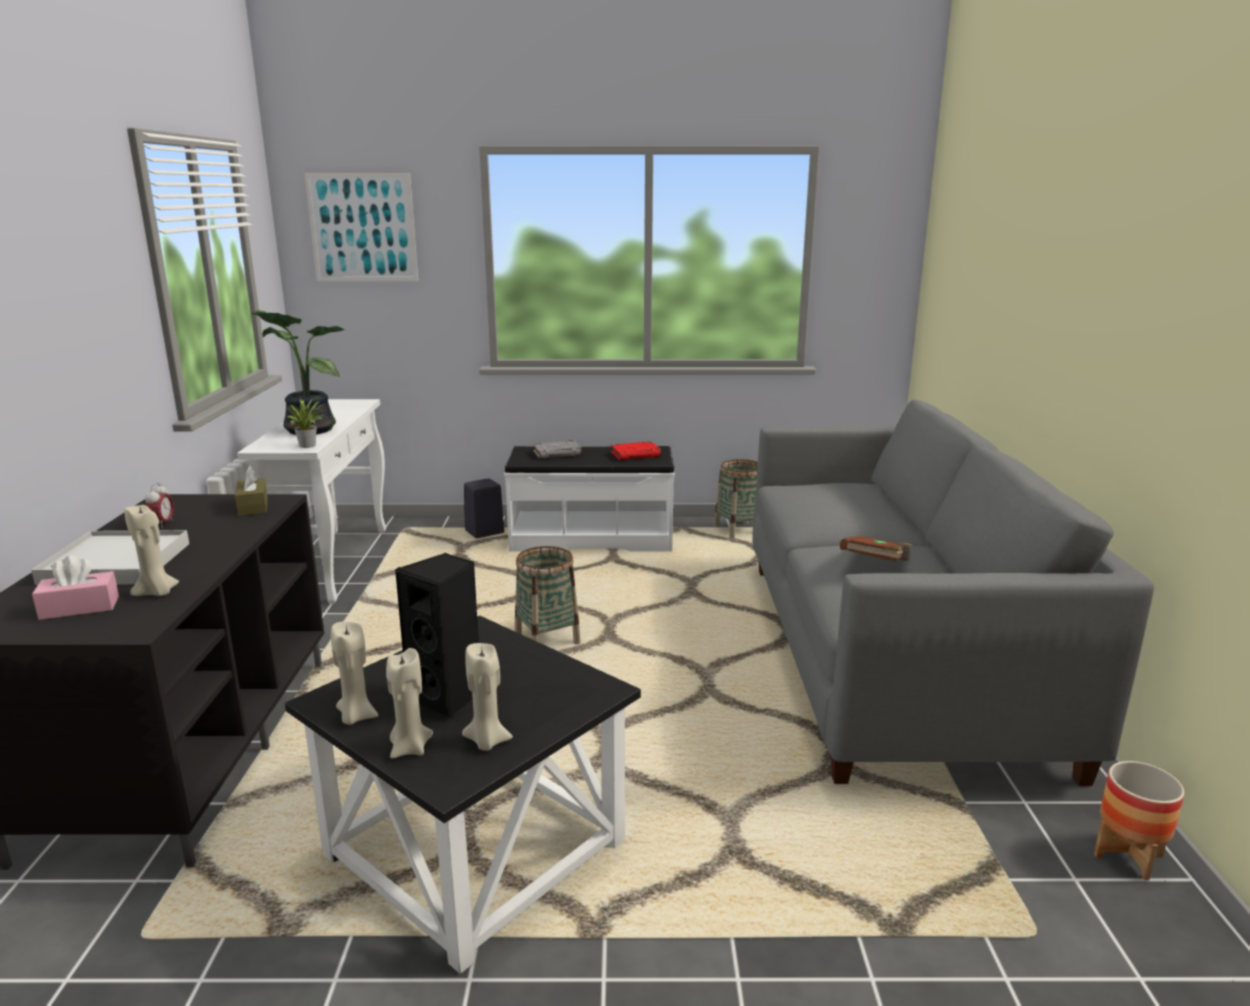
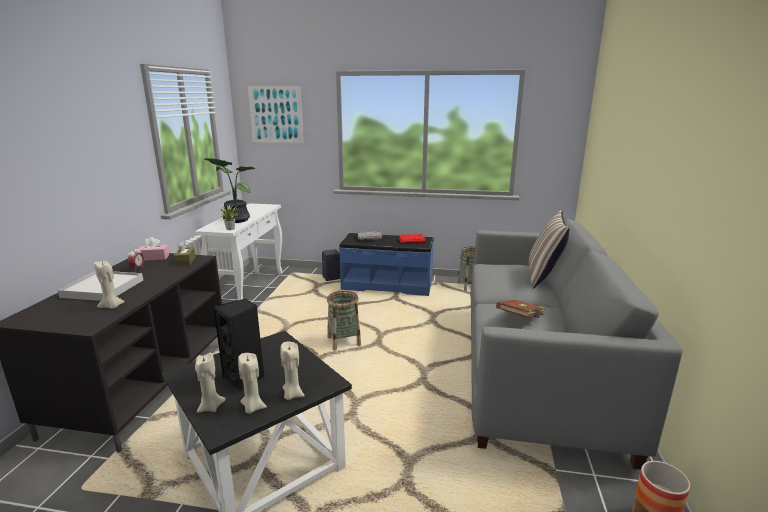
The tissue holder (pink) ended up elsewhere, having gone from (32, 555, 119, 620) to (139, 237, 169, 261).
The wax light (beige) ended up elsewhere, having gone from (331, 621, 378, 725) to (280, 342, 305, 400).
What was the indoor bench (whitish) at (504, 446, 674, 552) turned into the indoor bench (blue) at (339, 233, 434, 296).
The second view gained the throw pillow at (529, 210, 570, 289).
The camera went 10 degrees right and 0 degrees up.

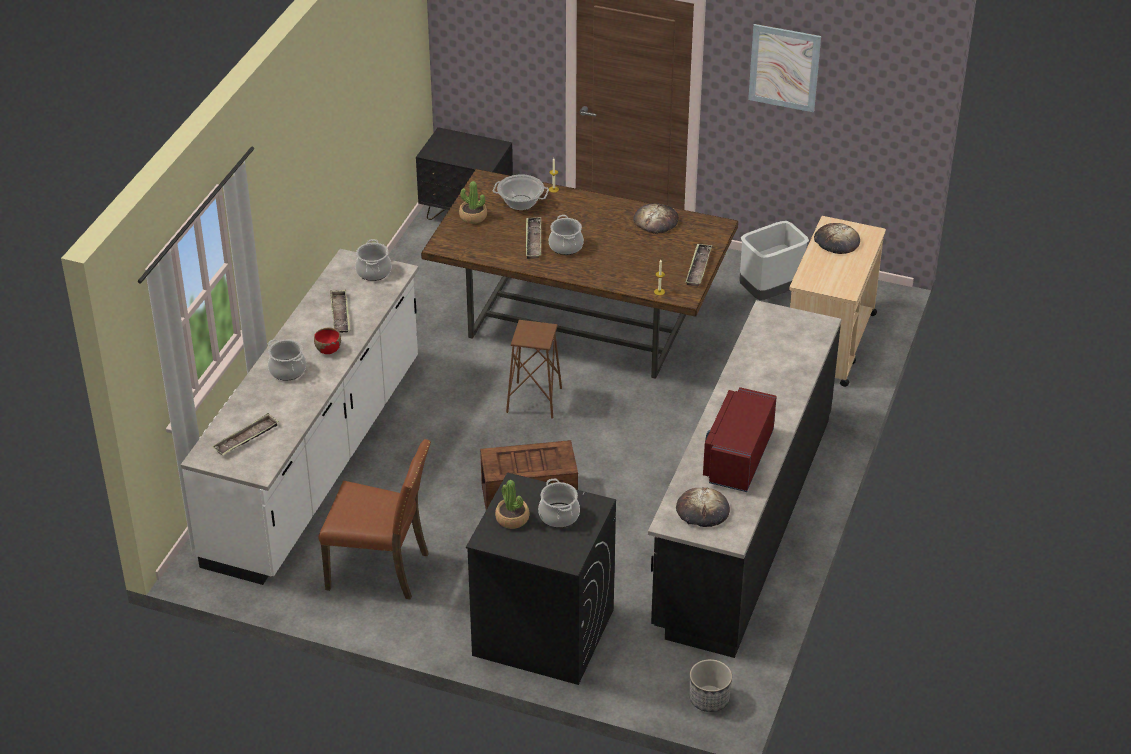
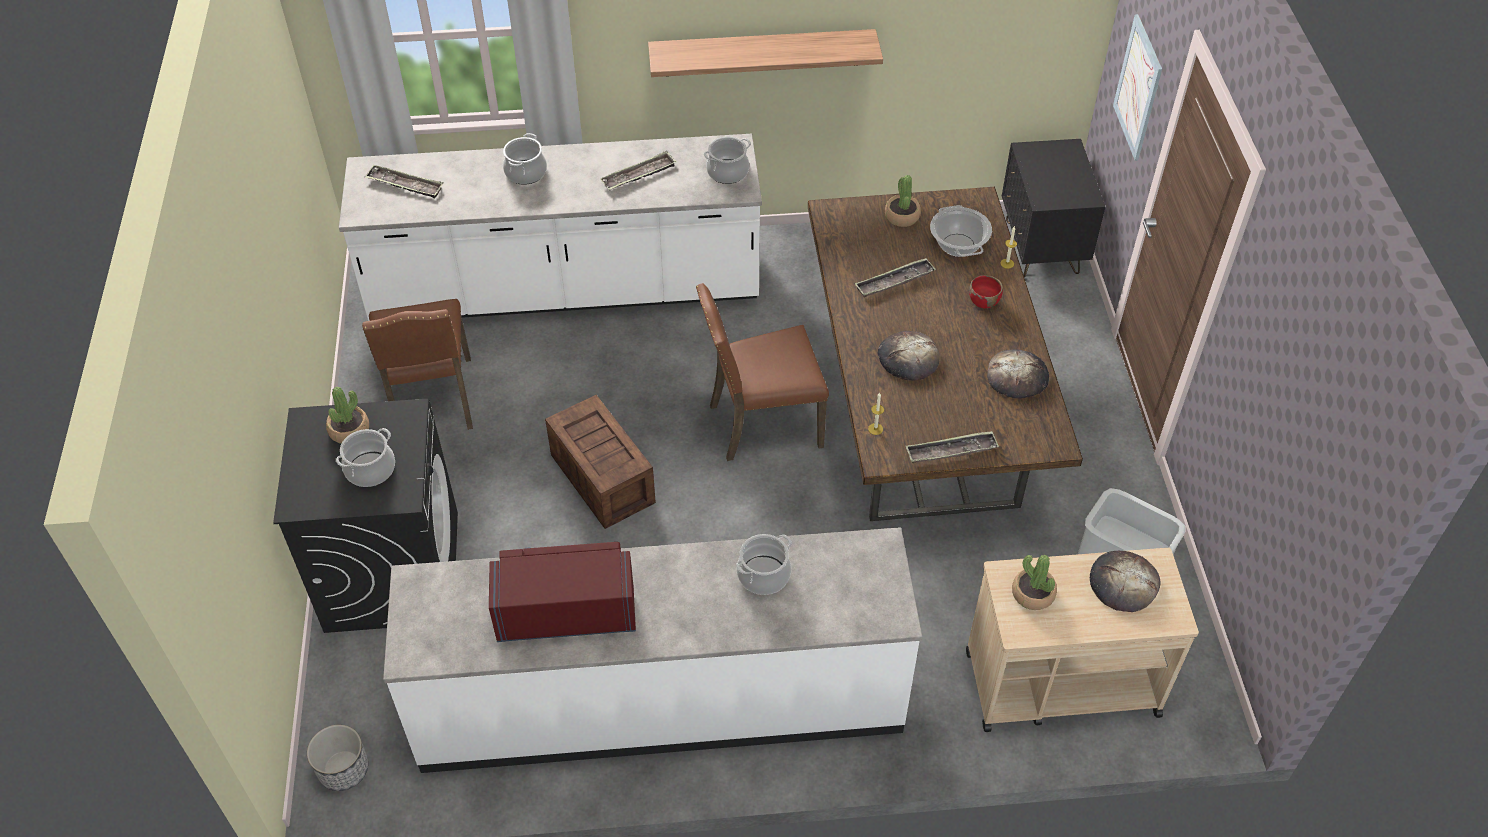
What was the kitchen counter (black) at (648, 300, 841, 658) turned into the kitchen counter (whitish) at (383, 527, 922, 773).
The second view gained the wall shelf at (648, 29, 883, 77).
Where the sitting stool (brownish) stood at (506, 320, 562, 419), the upright chair (brownish) came to stand at (696, 283, 829, 461).
The cooking pot ended up elsewhere, having gone from (549, 215, 584, 255) to (736, 534, 792, 595).
The bakery bread ended up elsewhere, having gone from (676, 487, 730, 527) to (878, 331, 940, 381).
The deep dish (red) ended up elsewhere, having gone from (314, 327, 341, 354) to (969, 275, 1003, 308).
The second view gained the potted plant at (1012, 555, 1057, 610).
The wall art ended up elsewhere, having gone from (748, 24, 821, 112) to (1113, 14, 1162, 161).
The camera went 65 degrees right and 10 degrees up.

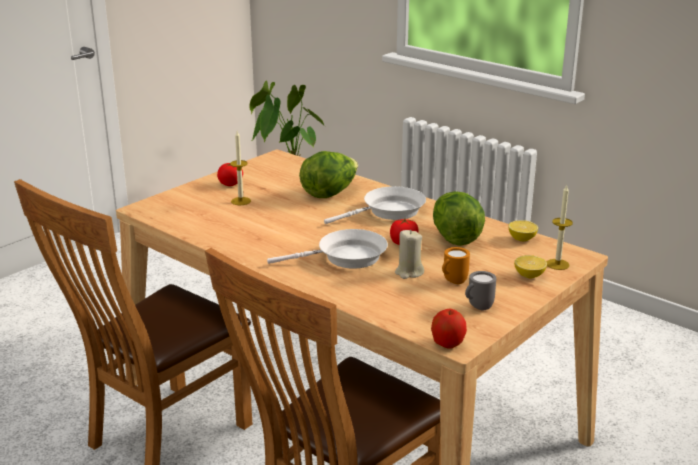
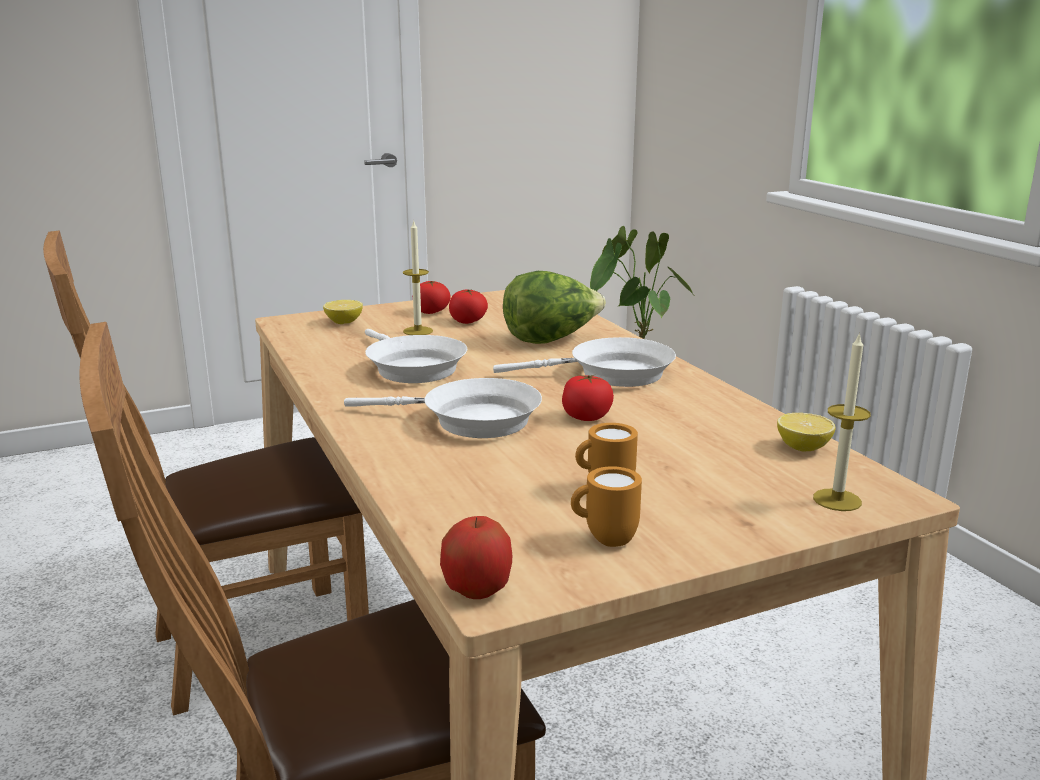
The lemon ended up elsewhere, having gone from (514, 255, 547, 279) to (323, 300, 363, 324).
The second view gained the pan (whitish) at (365, 329, 467, 383).
The second view gained the fresh tomato at (449, 289, 488, 324).
What was the coffee mug (grey) at (465, 271, 496, 311) turned into the coffee mug (orangey) at (571, 466, 642, 547).
The second view lost the wax light (beige) at (395, 230, 424, 279).
The second view lost the head of lettuce at (433, 191, 485, 246).
The camera went 25 degrees right and 5 degrees down.

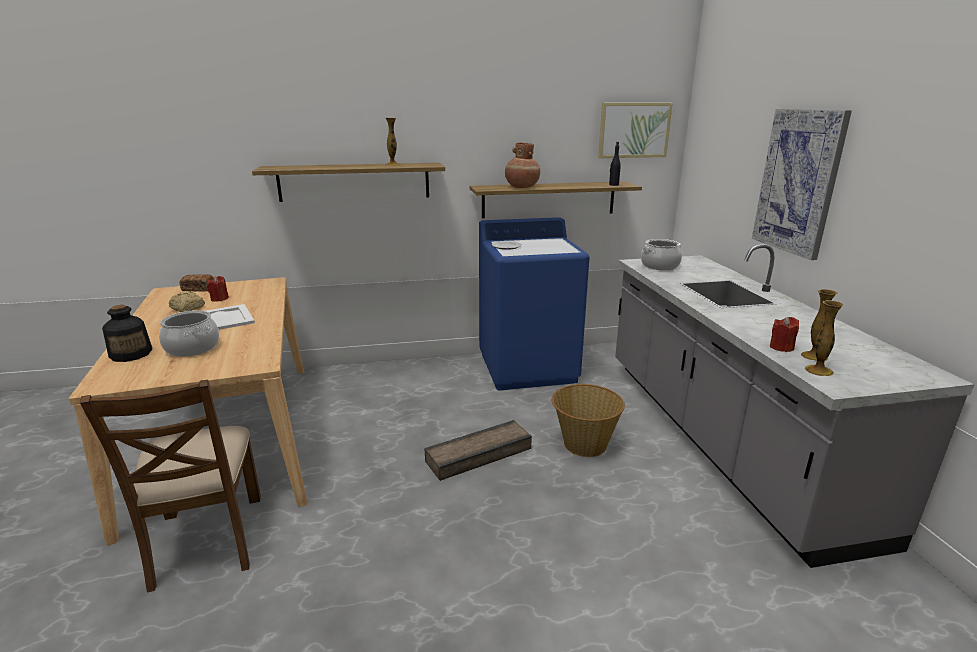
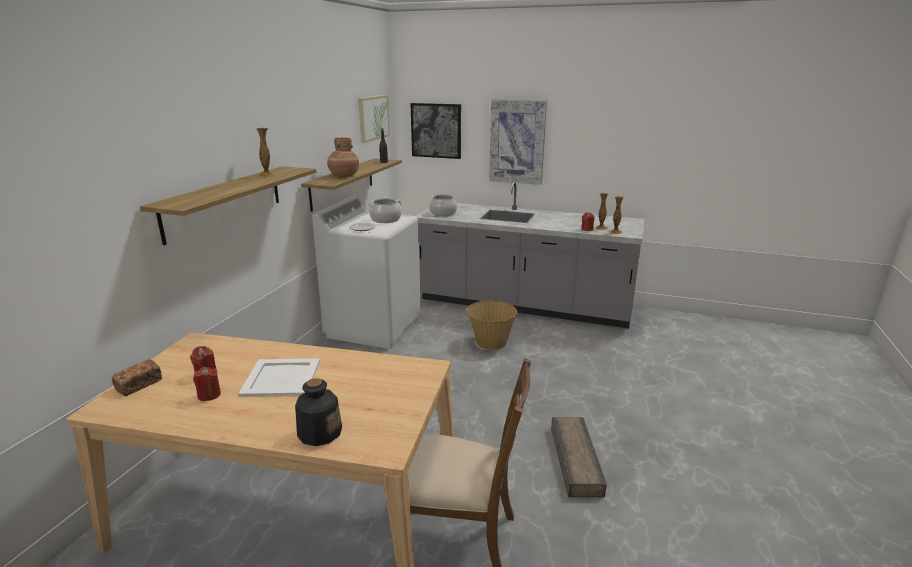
Where the bakery bread stood at (169, 292, 205, 312), the wax light (red) came to stand at (193, 367, 221, 401).
What was the laundry machine (blue) at (479, 217, 590, 390) turned into the laundry machine (whitish) at (312, 197, 421, 349).
The cooking pot ended up elsewhere, having gone from (159, 310, 219, 357) to (367, 198, 402, 223).
The second view gained the wall art at (410, 103, 461, 159).
The packing crate ended up elsewhere, having gone from (424, 420, 532, 481) to (551, 417, 607, 497).
The camera went 60 degrees left and 0 degrees up.

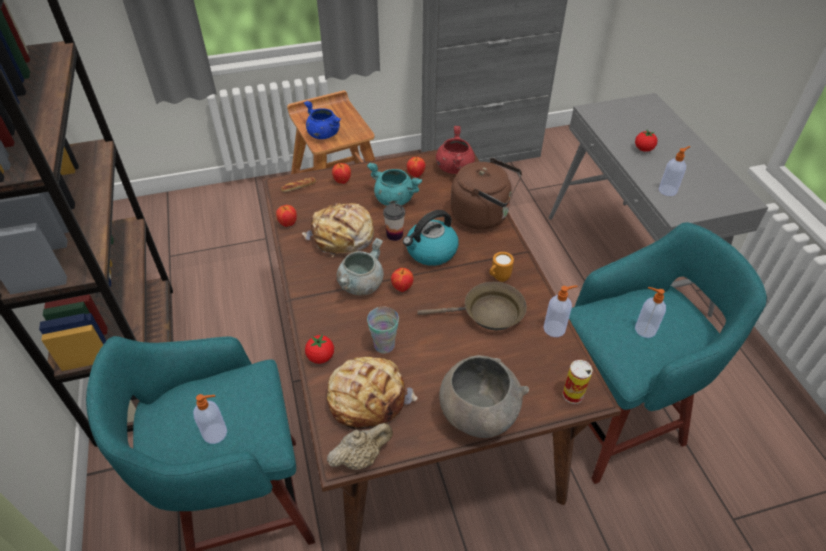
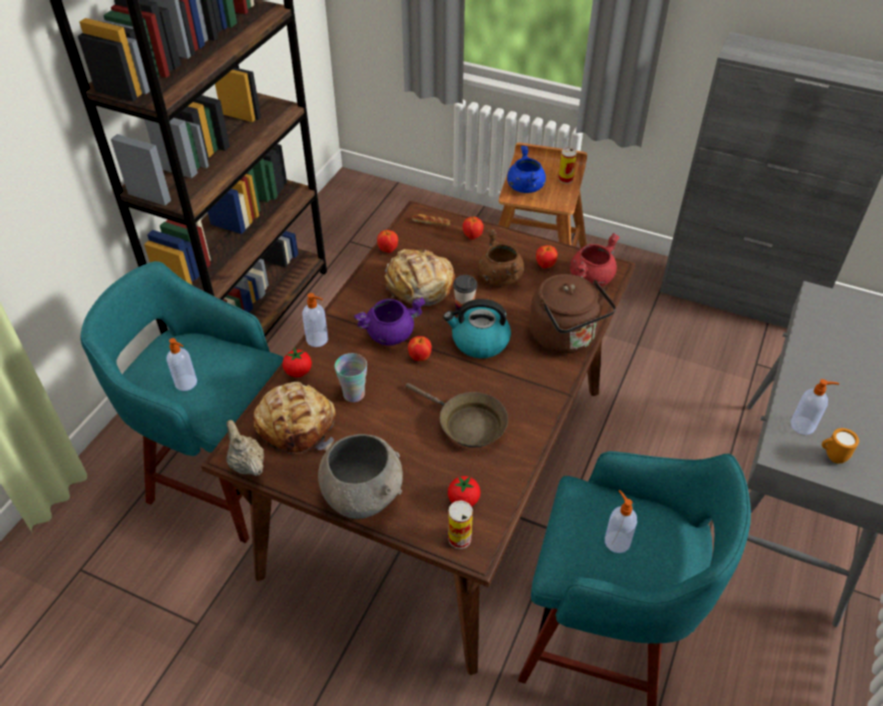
The pot for tea (beige) at (327, 423, 393, 470) ended up facing another way, 135 degrees counterclockwise from before.
The soap dispenser ended up elsewhere, having gone from (543, 285, 578, 337) to (302, 293, 328, 347).
What was the cooking pot (grey) at (337, 238, 384, 295) turned into the cooking pot (purplish) at (354, 297, 425, 346).
The fresh tomato ended up elsewhere, having gone from (635, 130, 657, 152) to (448, 476, 480, 506).
What was the cooking pot (turquoise) at (367, 163, 422, 206) turned into the cooking pot (brownish) at (478, 229, 524, 286).
The second view gained the metal can at (558, 148, 577, 184).
The coffee mug (orangey) ended up elsewhere, having gone from (490, 252, 514, 282) to (822, 428, 859, 463).
The camera went 40 degrees right and 0 degrees up.

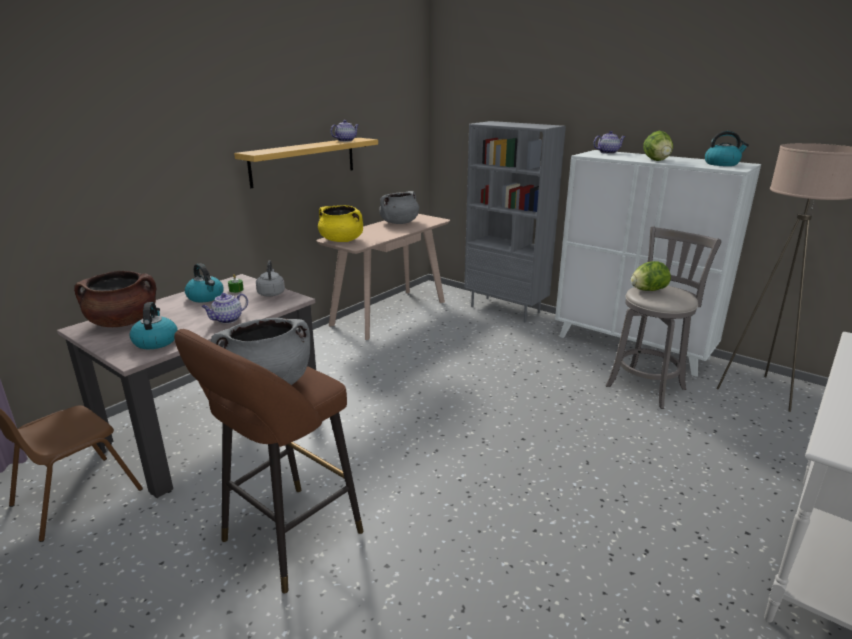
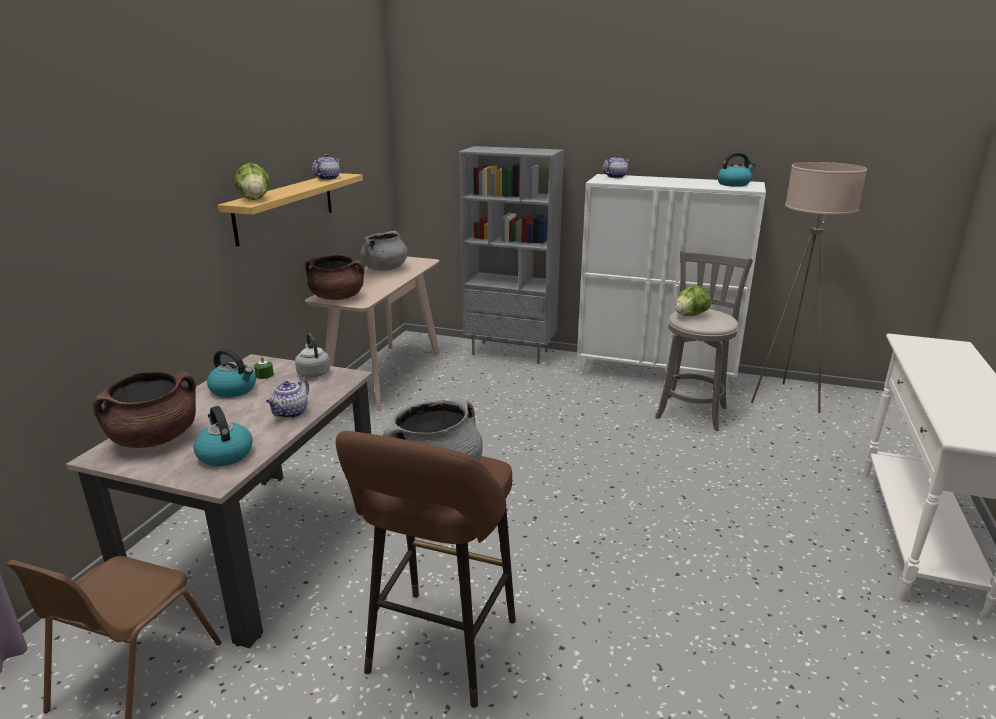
The head of lettuce ended up elsewhere, having gone from (643, 131, 673, 161) to (234, 163, 270, 200).
What was the cooking pot (yellowish) at (318, 205, 363, 242) turned into the cooking pot (brownish) at (305, 255, 364, 300).
The camera went 20 degrees left and 0 degrees up.

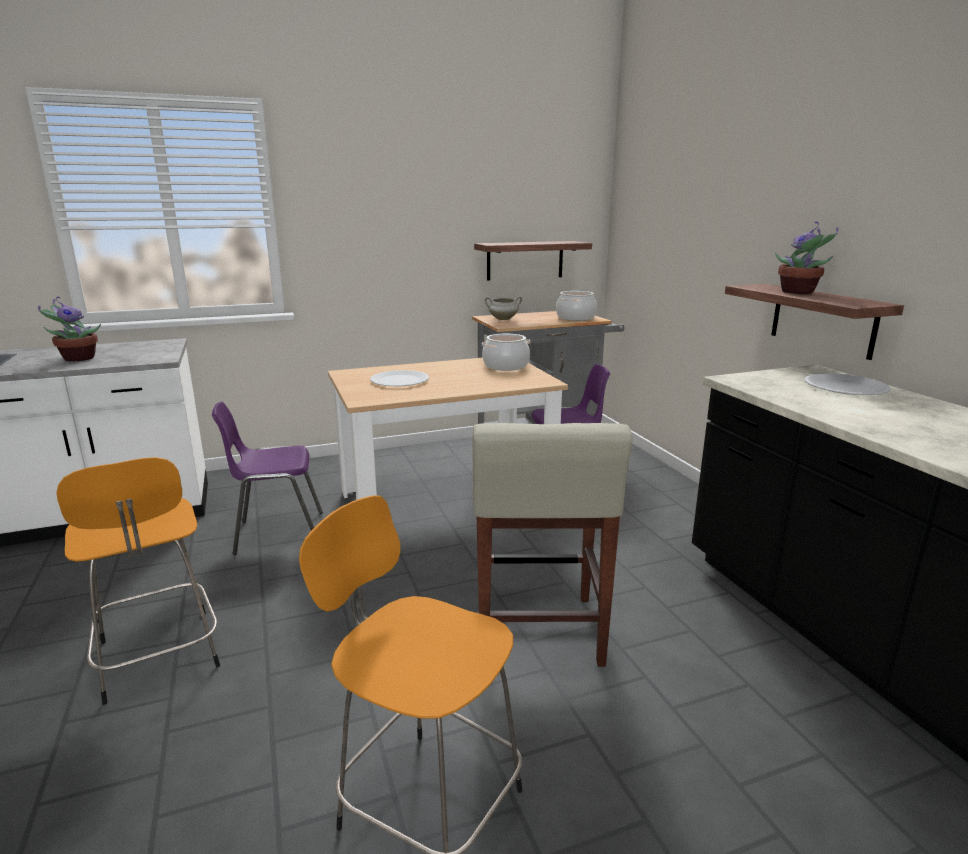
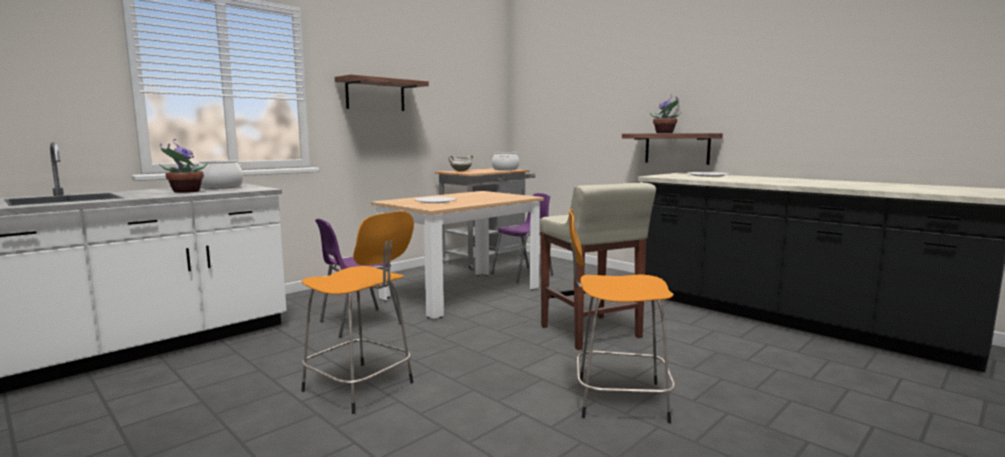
The cooking pot ended up elsewhere, having gone from (482, 334, 530, 371) to (193, 160, 243, 189).
The wall shelf ended up elsewhere, having gone from (474, 241, 592, 281) to (335, 74, 429, 111).
The camera went 25 degrees left and 10 degrees down.

